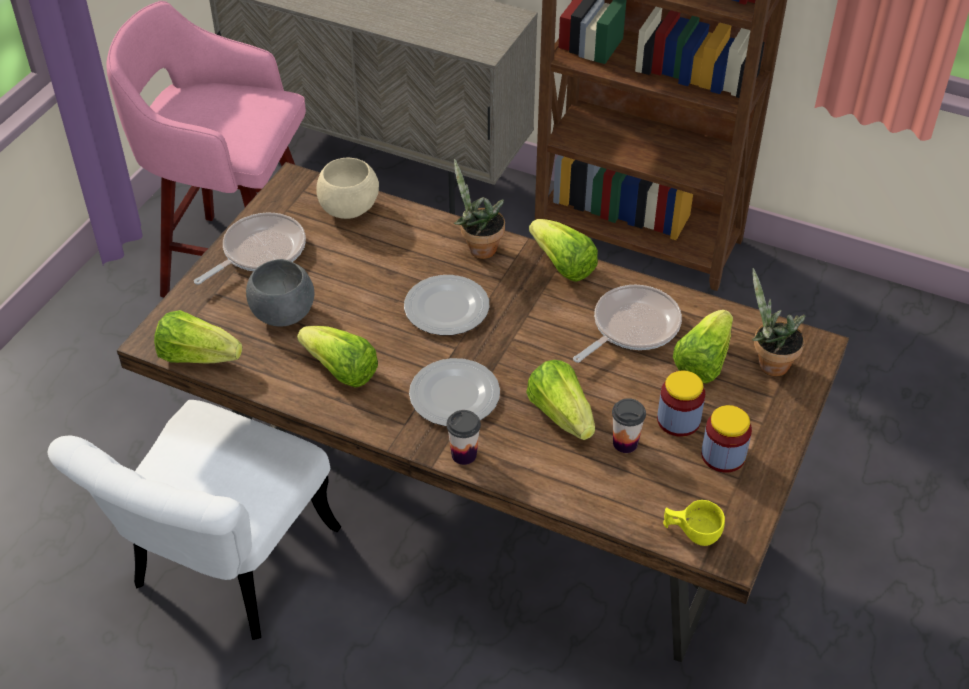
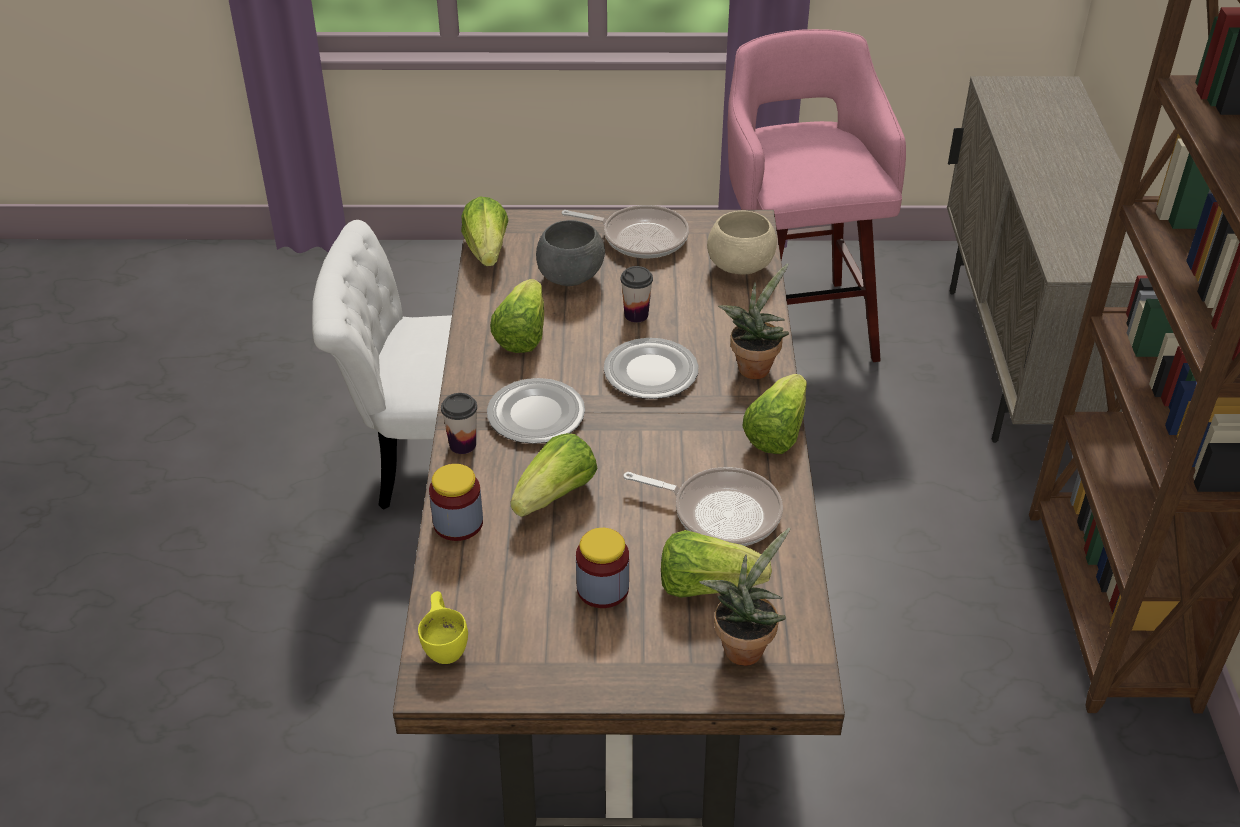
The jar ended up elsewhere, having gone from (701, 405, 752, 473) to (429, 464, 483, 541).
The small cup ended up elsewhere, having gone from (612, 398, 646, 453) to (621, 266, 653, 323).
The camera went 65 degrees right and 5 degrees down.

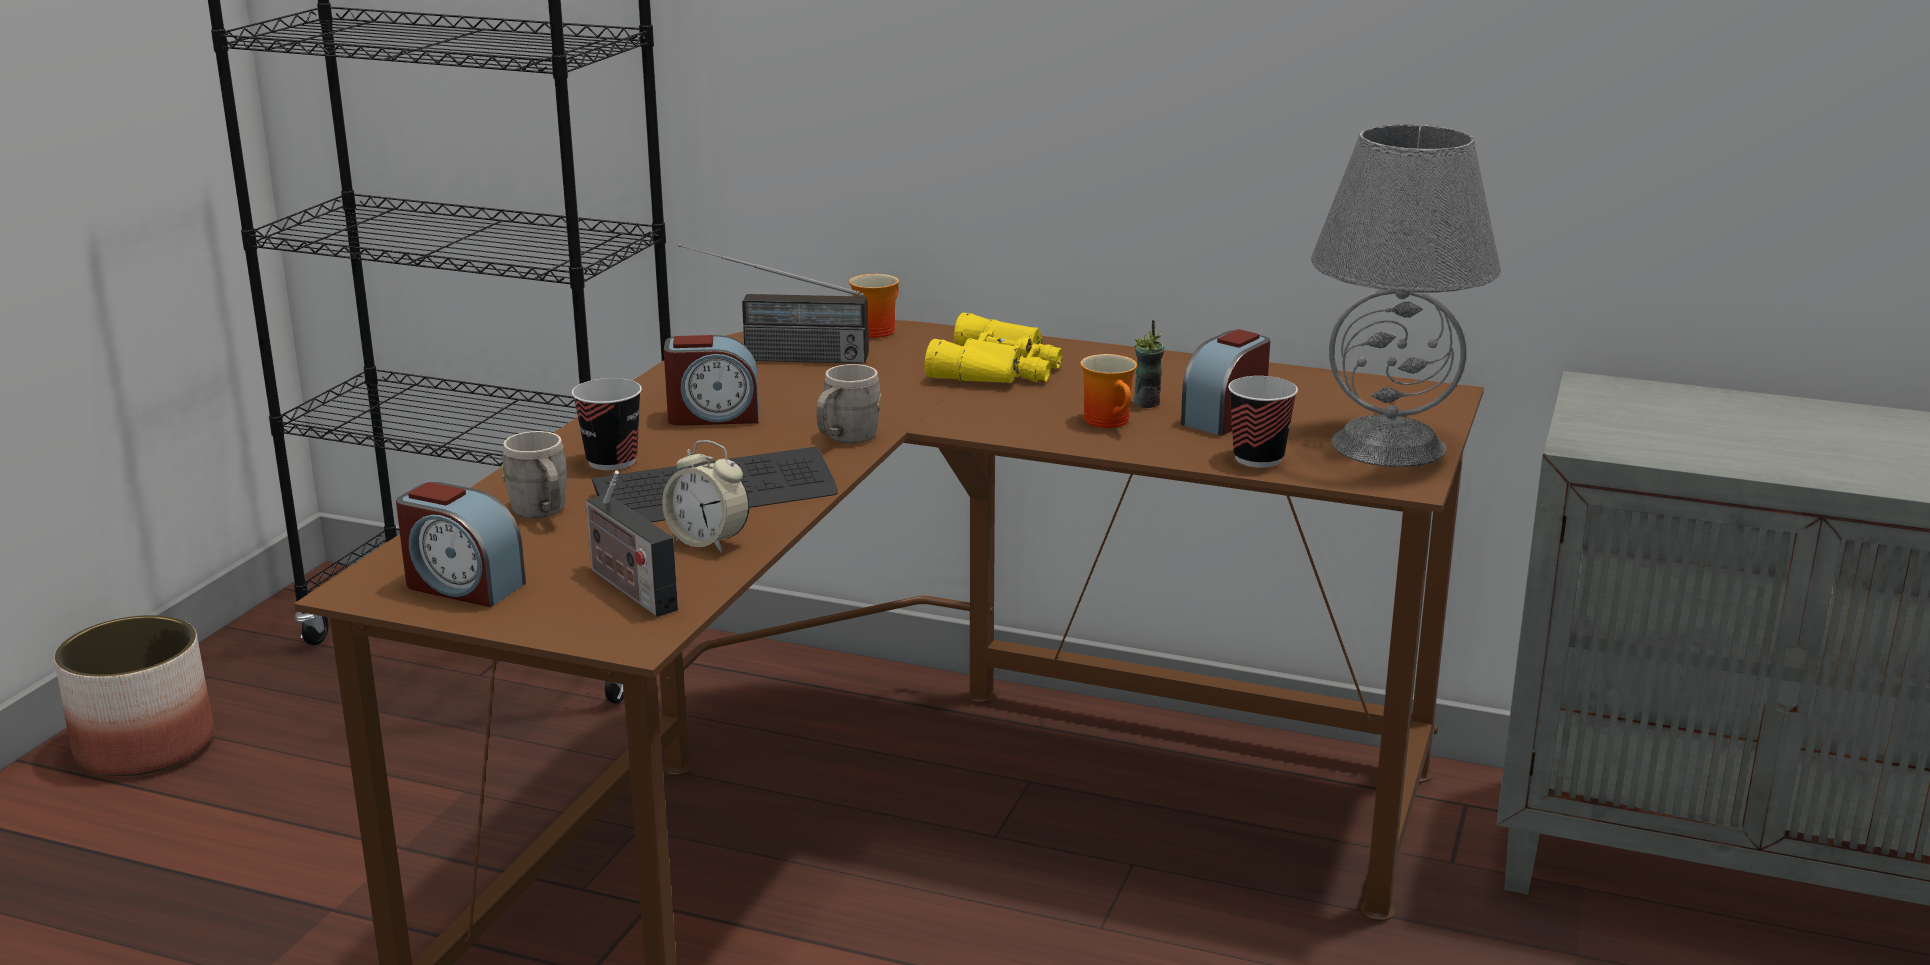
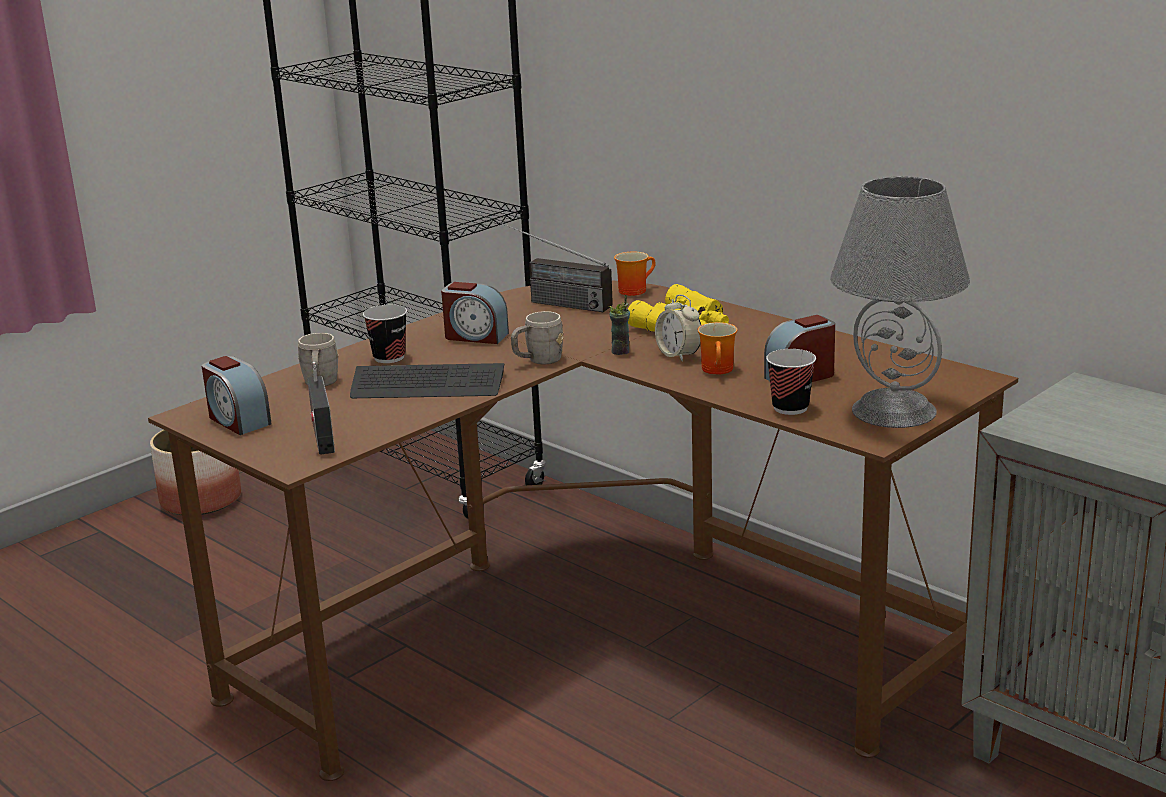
The small cup ended up elsewhere, having gone from (1134, 320, 1164, 408) to (609, 295, 630, 355).
The bedside clock ended up elsewhere, having gone from (662, 440, 749, 553) to (655, 295, 701, 362).
The camera went 25 degrees right and 0 degrees up.

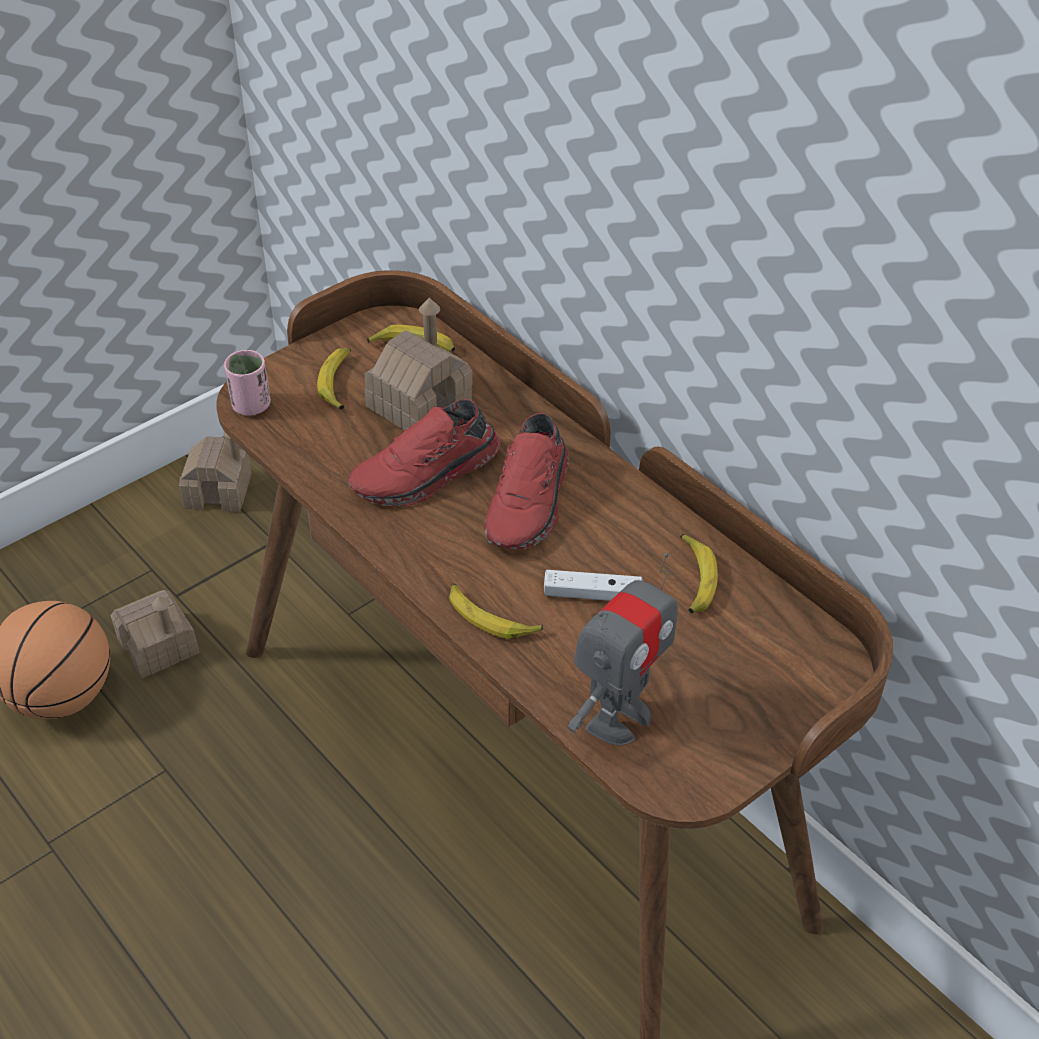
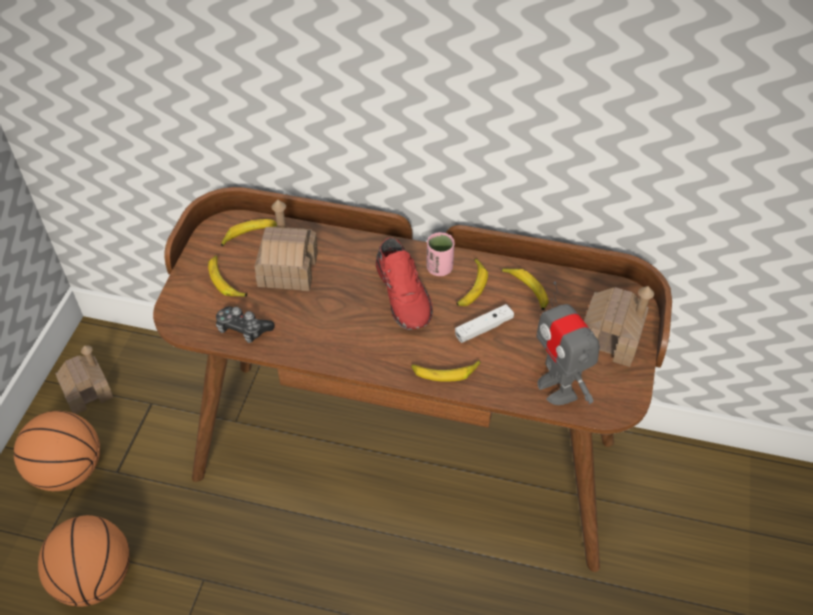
The second view gained the basketball at (14, 411, 100, 491).
The second view gained the joypad at (216, 306, 275, 343).
The small cup (pink) ended up elsewhere, having gone from (224, 350, 271, 416) to (427, 232, 455, 276).
The second view gained the banana fruit at (456, 258, 488, 306).
The model robot at (568, 553, 678, 745) ended up facing another way, 150 degrees clockwise from before.
The miniature house ended up elsewhere, having gone from (111, 590, 199, 679) to (584, 286, 654, 367).
The second view lost the shoe (red) at (348, 399, 501, 506).
The camera went 35 degrees left and 5 degrees up.

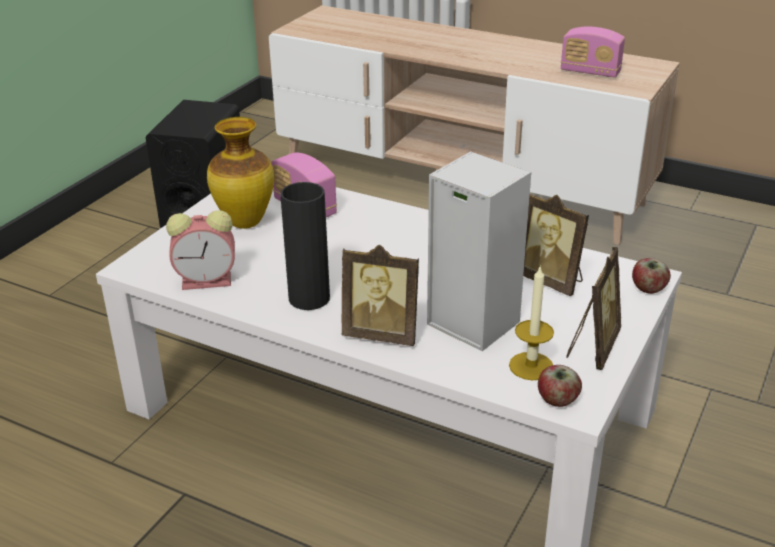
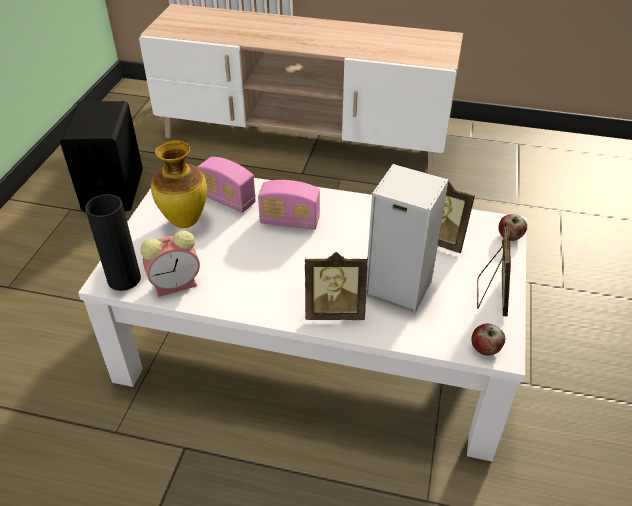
The flower vase (black) ended up elsewhere, having gone from (280, 182, 330, 310) to (85, 194, 141, 291).
The radio ended up elsewhere, having gone from (561, 26, 625, 78) to (258, 180, 320, 230).
The second view lost the wax light at (509, 265, 554, 380).
The camera went 15 degrees left and 10 degrees up.

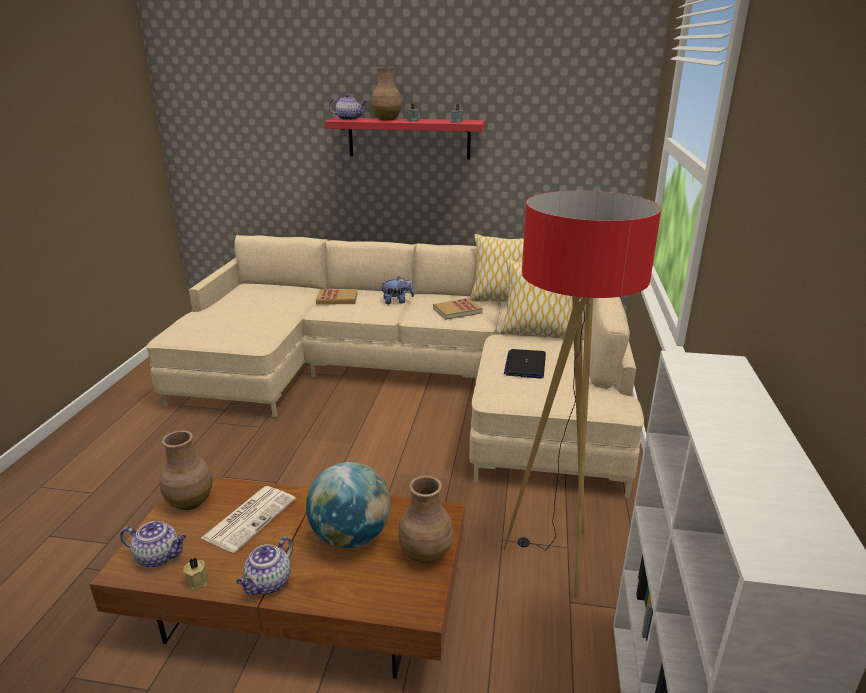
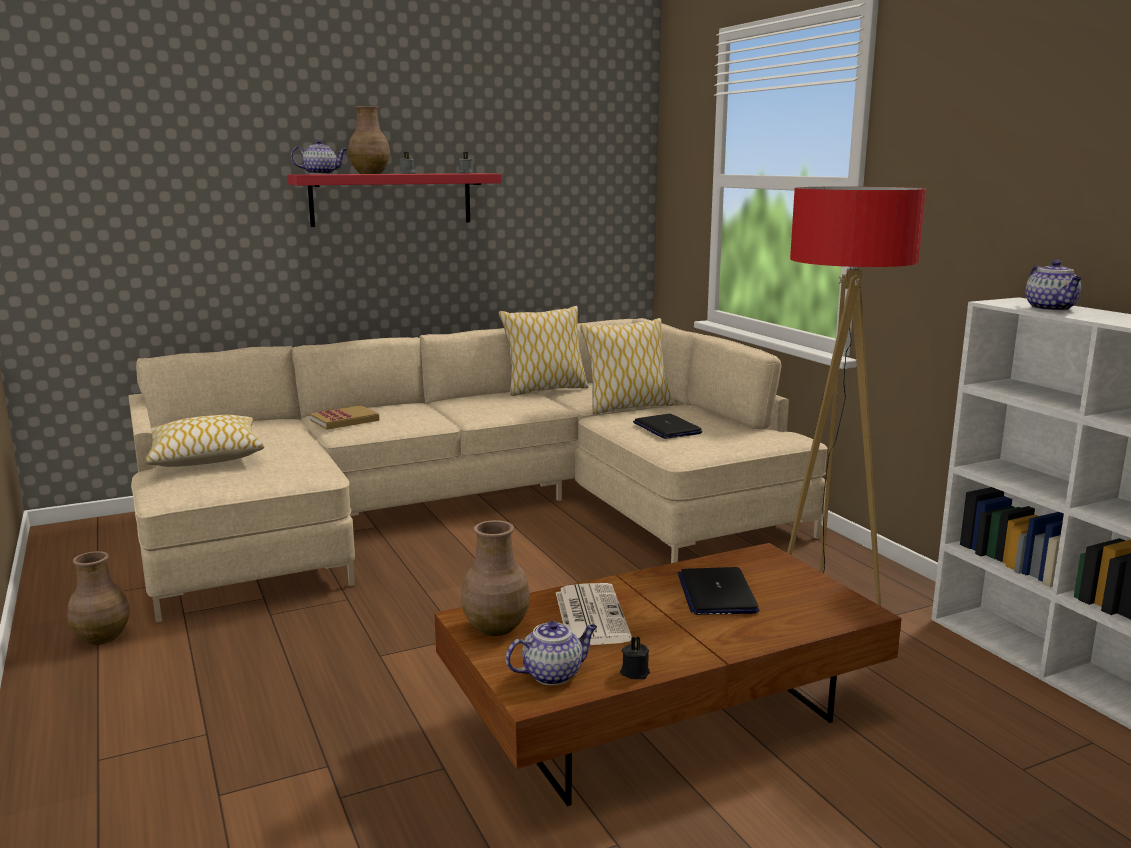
The flower vase (brownish) ended up elsewhere, having gone from (398, 476, 453, 564) to (67, 551, 130, 645).
The second view gained the throw pillow at (145, 415, 264, 467).
What was the wax light (beige) at (183, 558, 208, 591) turned into the wax light (black) at (620, 636, 650, 679).
Where the globe stood at (306, 462, 391, 548), the notebook computer came to stand at (678, 567, 759, 615).
The pot for tea ended up elsewhere, having gone from (236, 537, 293, 595) to (1025, 260, 1082, 311).
The second view lost the plush toy at (380, 276, 414, 304).
The second view lost the bound book at (433, 298, 483, 320).
The camera went 35 degrees left and 10 degrees down.

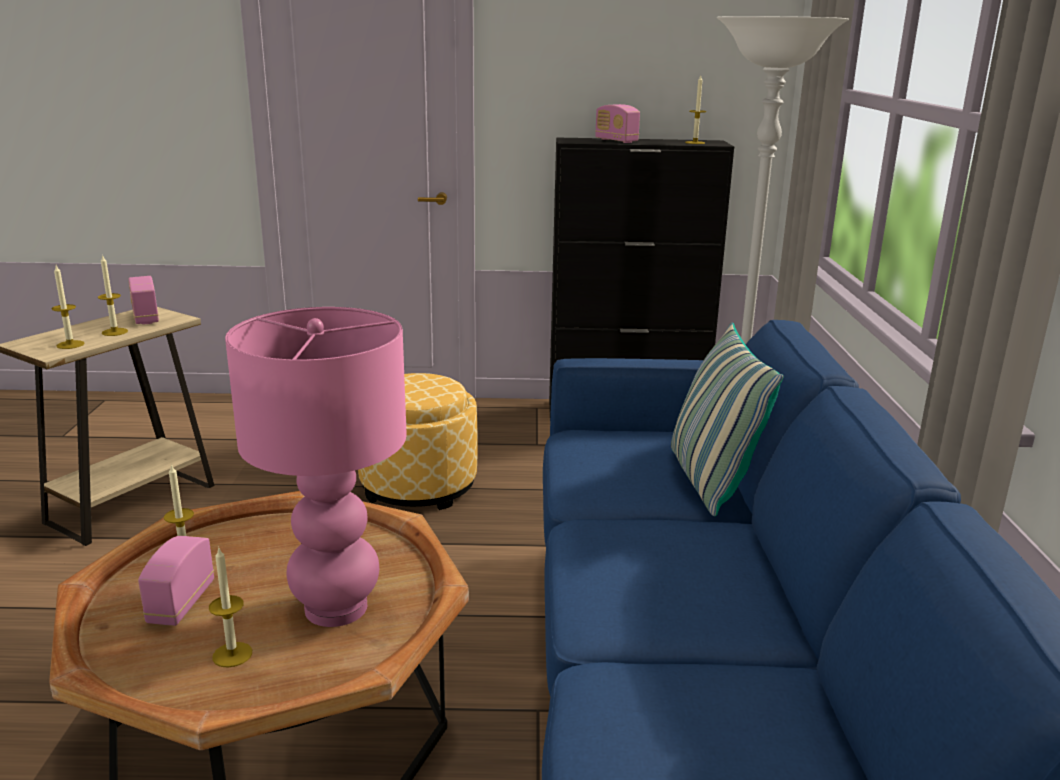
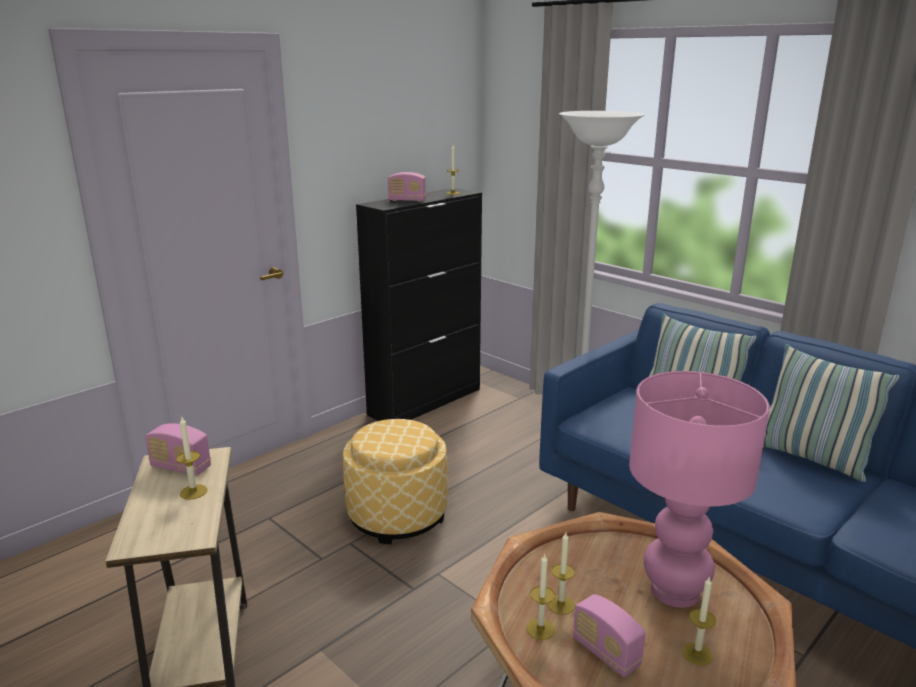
The wax light ended up elsewhere, having gone from (52, 265, 85, 349) to (548, 533, 575, 615).
The second view gained the throw pillow at (763, 344, 900, 482).
The camera went 45 degrees left and 0 degrees up.

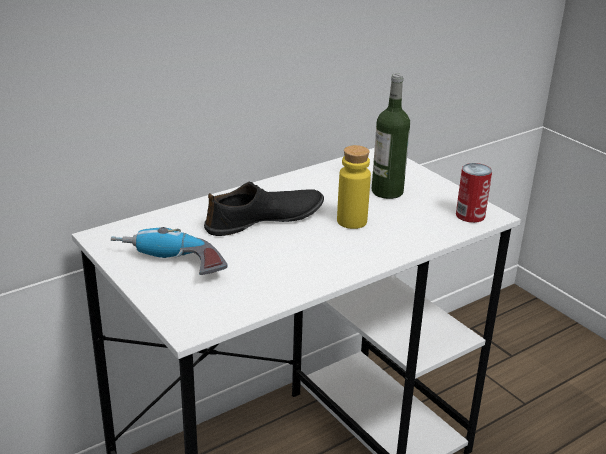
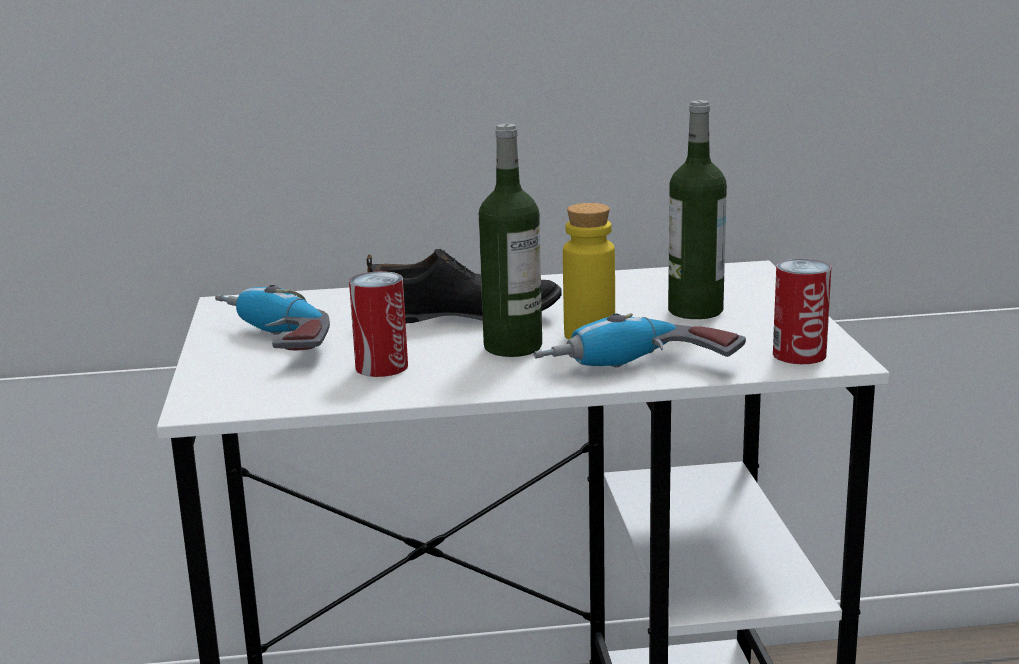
The second view gained the metal can at (349, 271, 408, 377).
The second view gained the beverage bottle at (479, 124, 542, 357).
The second view gained the power drill at (534, 313, 746, 367).
The camera went 30 degrees right and 10 degrees down.

